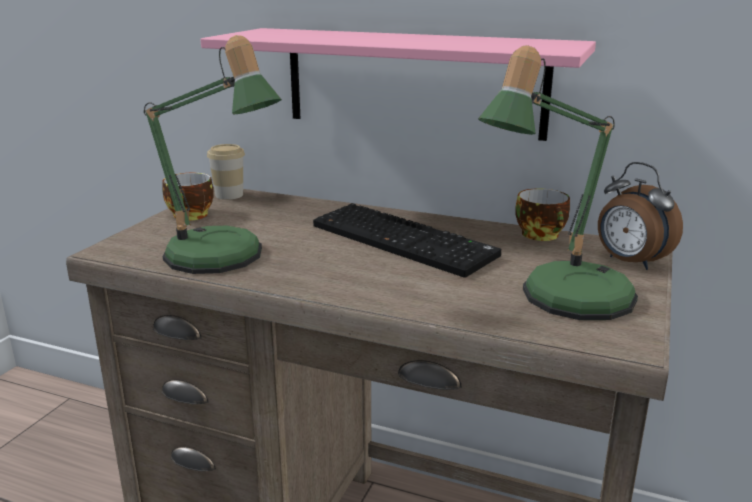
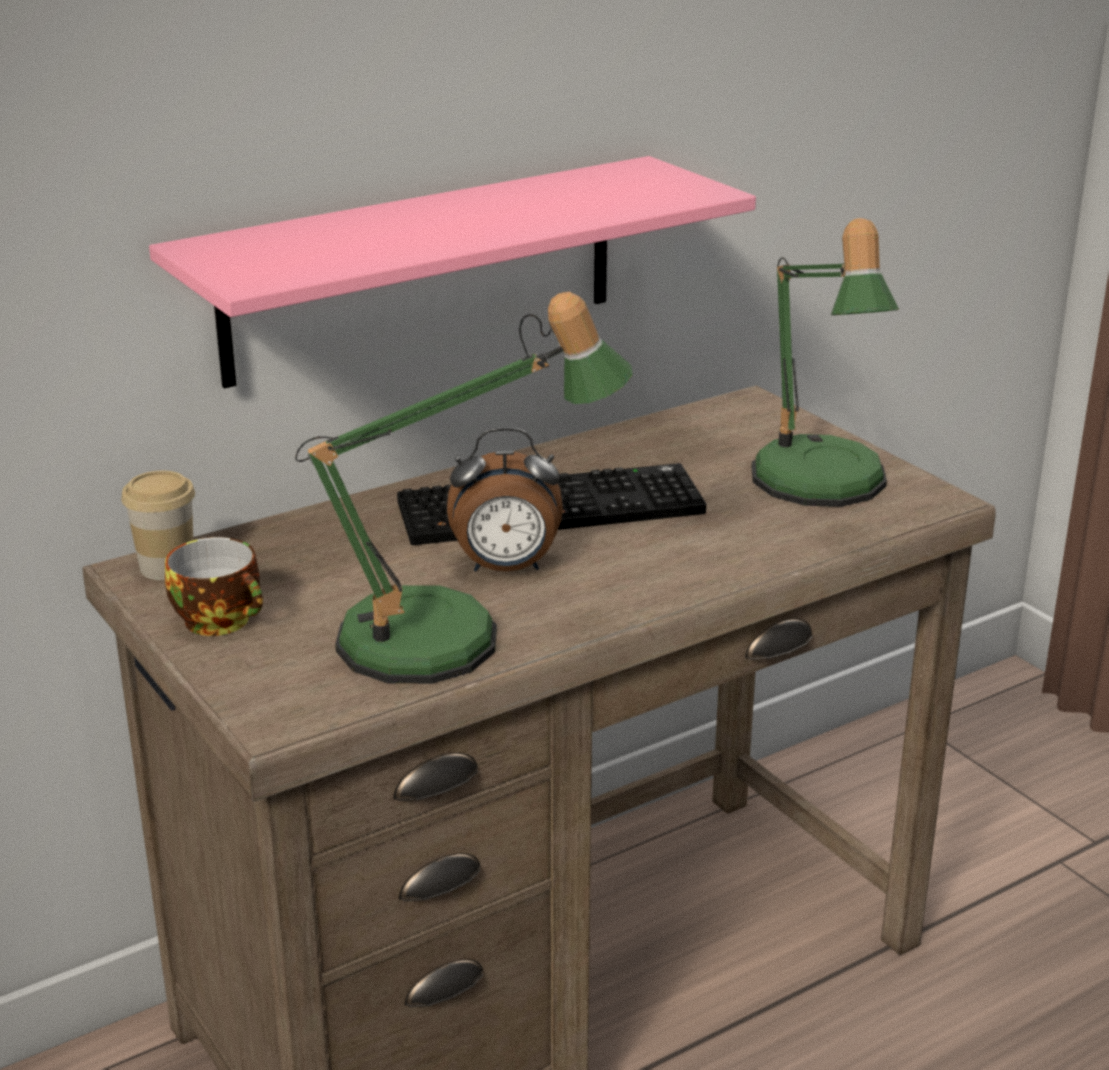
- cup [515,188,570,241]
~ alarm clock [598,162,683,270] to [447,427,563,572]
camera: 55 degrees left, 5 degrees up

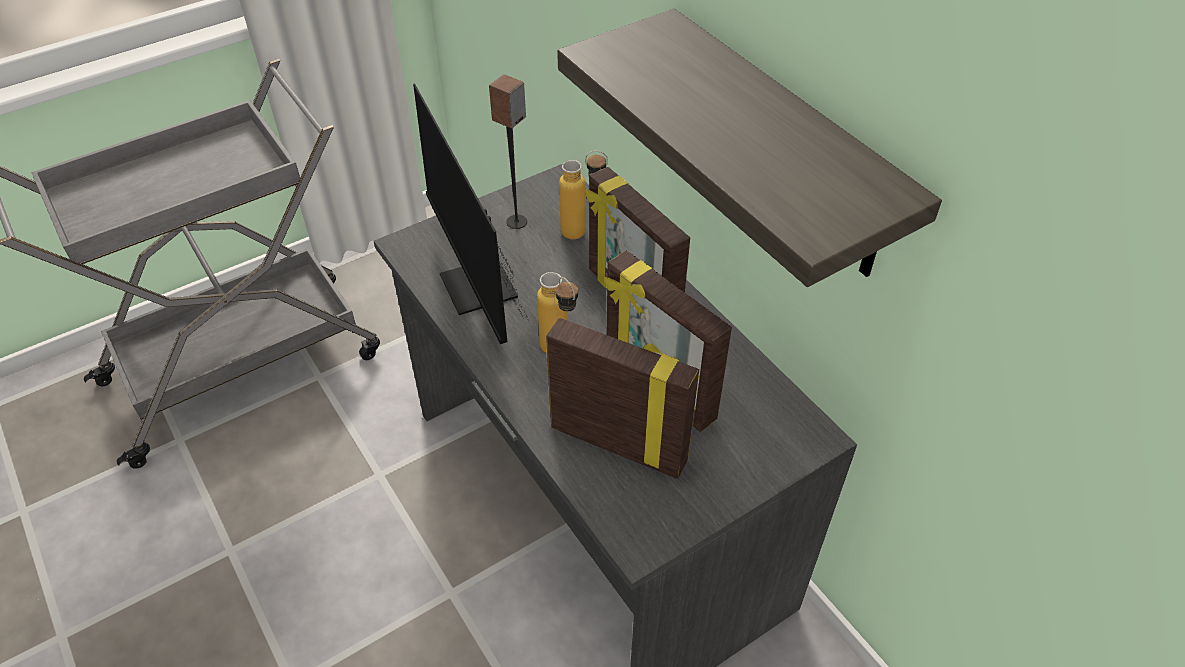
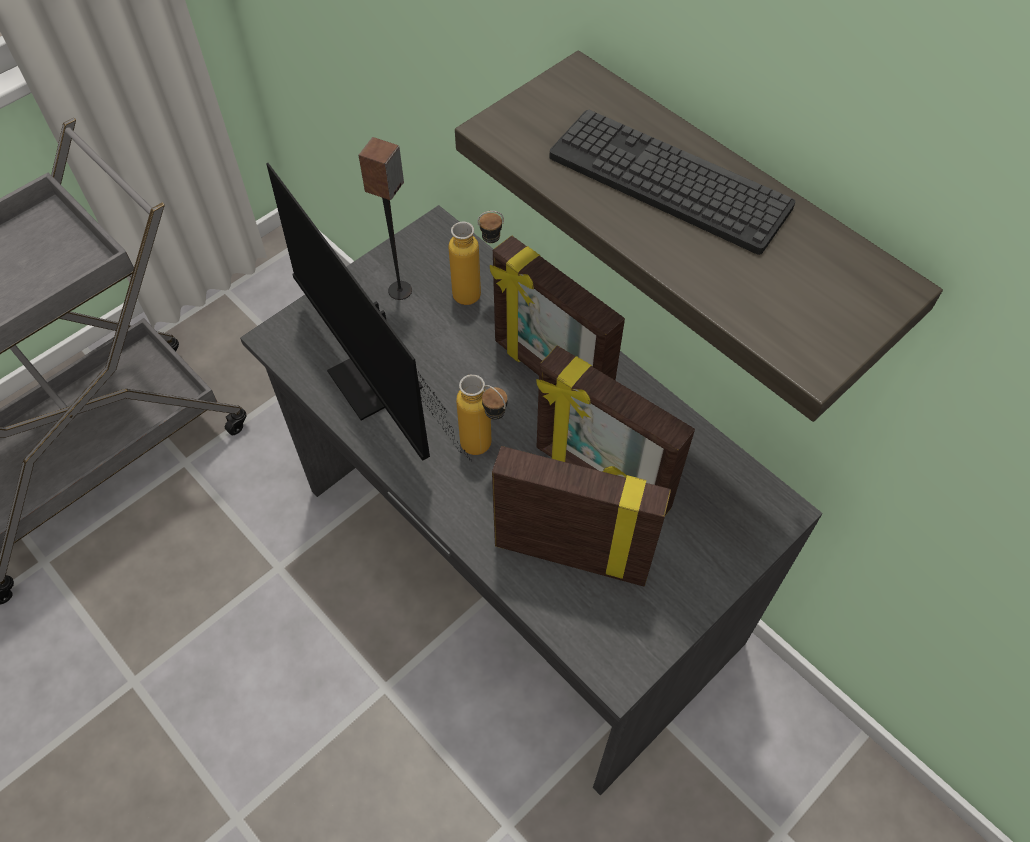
+ keyboard [549,109,795,255]
camera: 10 degrees left, 10 degrees up

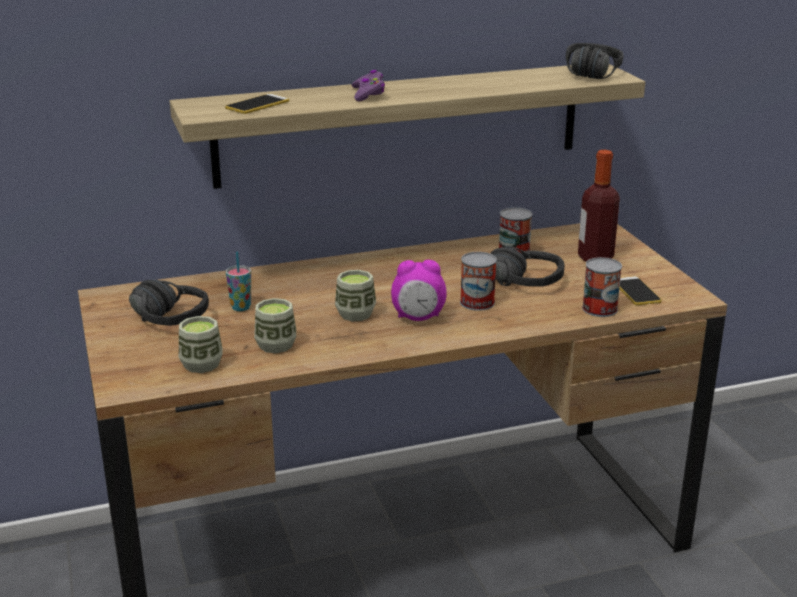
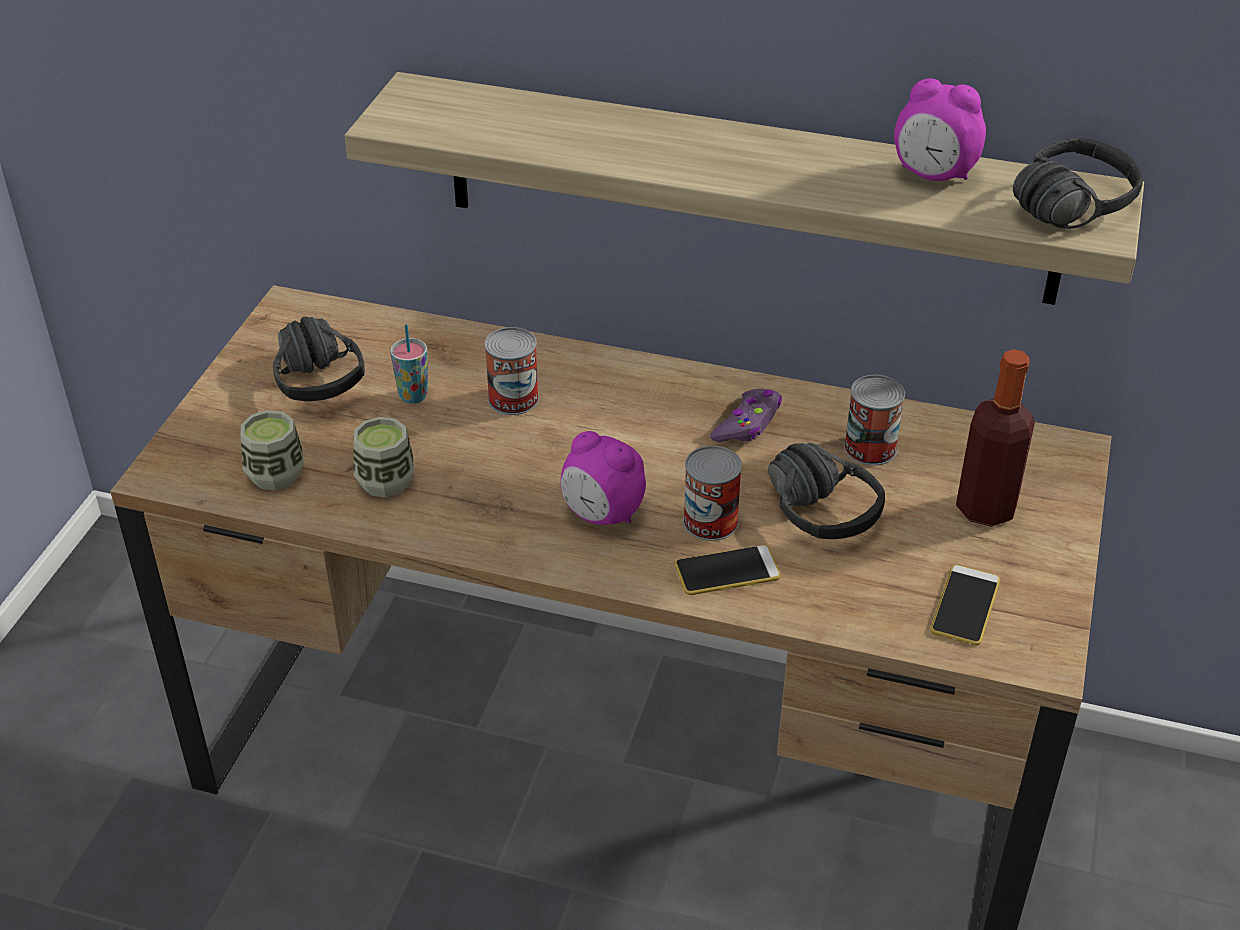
~ telephone [225,94,290,114] to [674,545,781,595]
- cup [335,270,376,321]
~ purple game controller [351,70,385,101] to [710,389,782,442]
~ metal can [582,257,622,317] to [484,327,539,415]
+ alarm clock [894,78,986,181]
camera: 35 degrees right, 15 degrees up

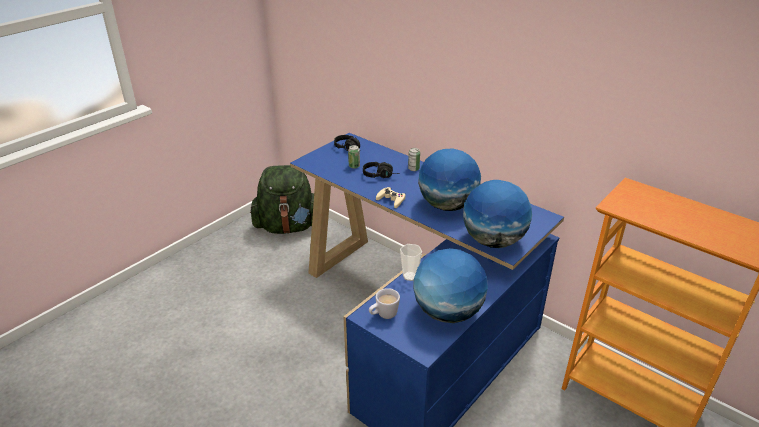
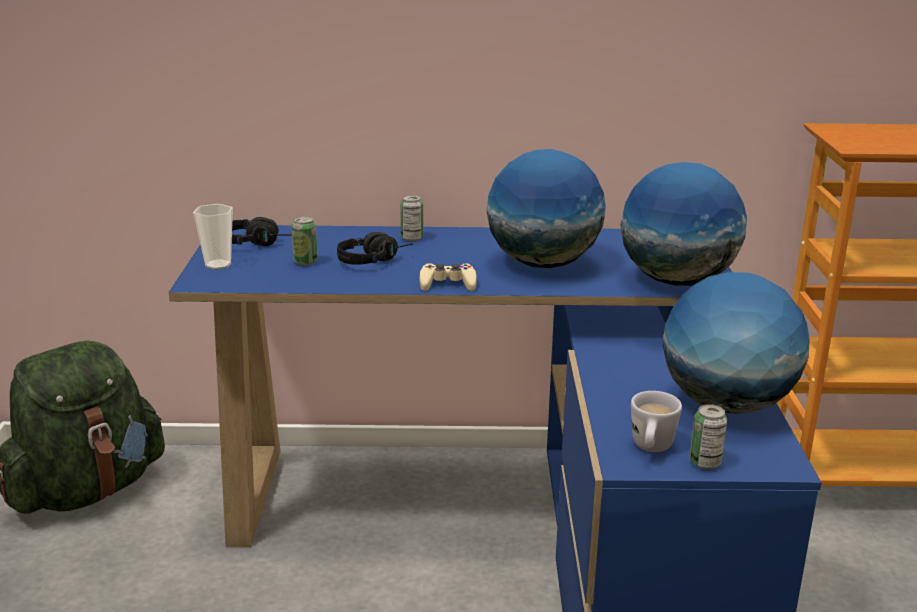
~ cup [400,244,422,281] to [193,204,233,270]
+ metal can [690,404,727,469]
camera: 40 degrees left, 10 degrees down

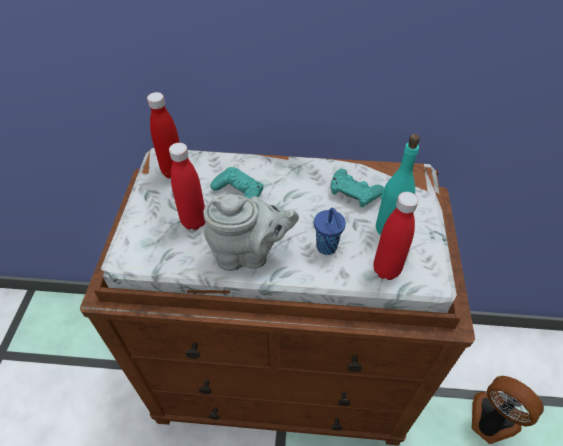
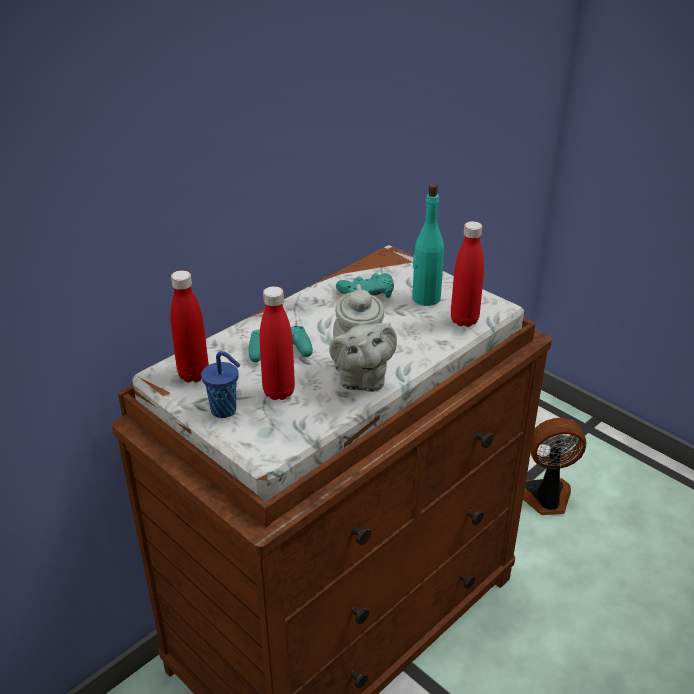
~ grey pot for tea [203,194,299,271] = [329,284,397,392] 135 degrees clockwise
~ bluish cup [314,208,346,255] to [201,351,240,418]
camera: 50 degrees left, 15 degrees down

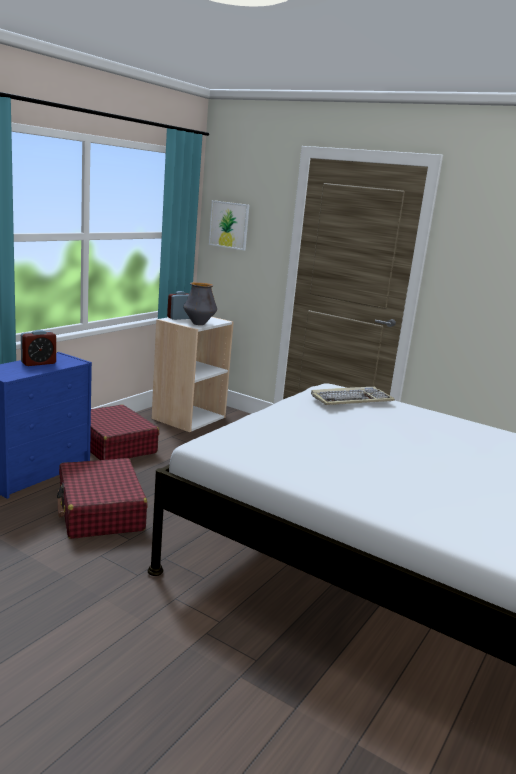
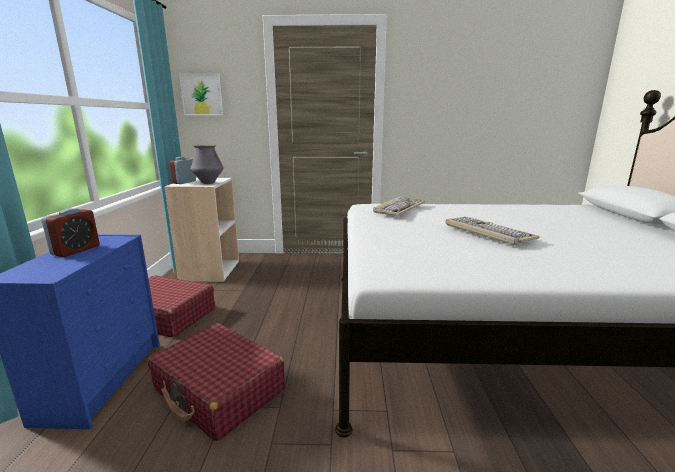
+ keyboard [445,217,539,245]
camera: 30 degrees left, 0 degrees up

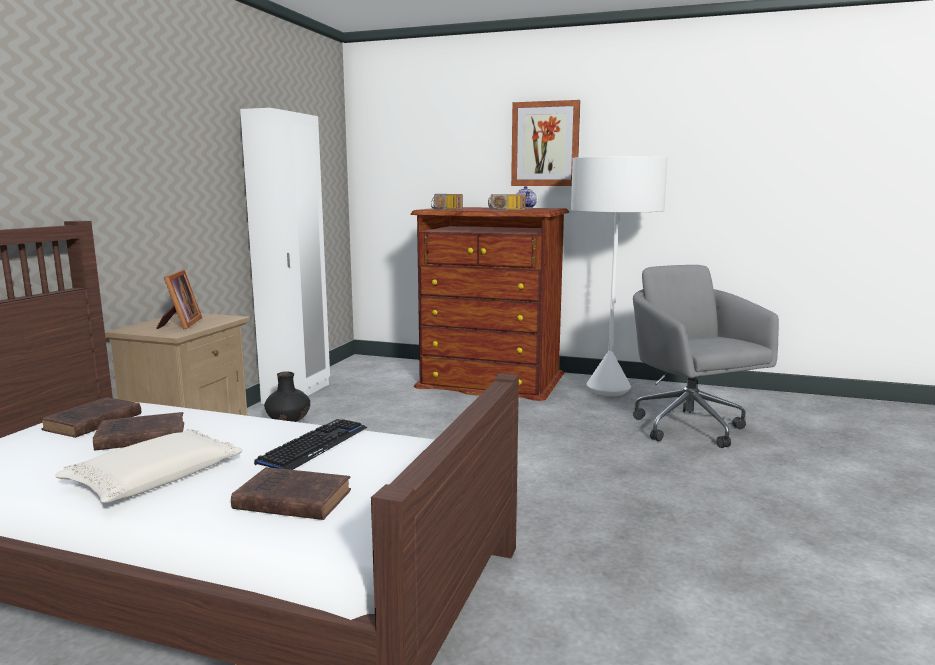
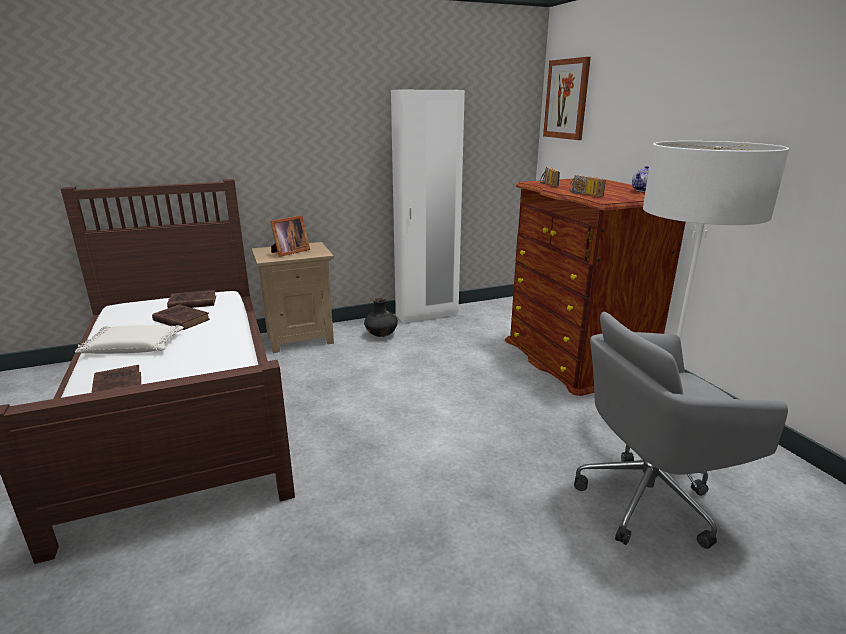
- keyboard [254,419,368,470]
~ picture [511,100,580,186] to [543,57,591,140]
~ grey office chair [633,265,779,448] = [574,312,788,549] 135 degrees counterclockwise
camera: 50 degrees right, 10 degrees up

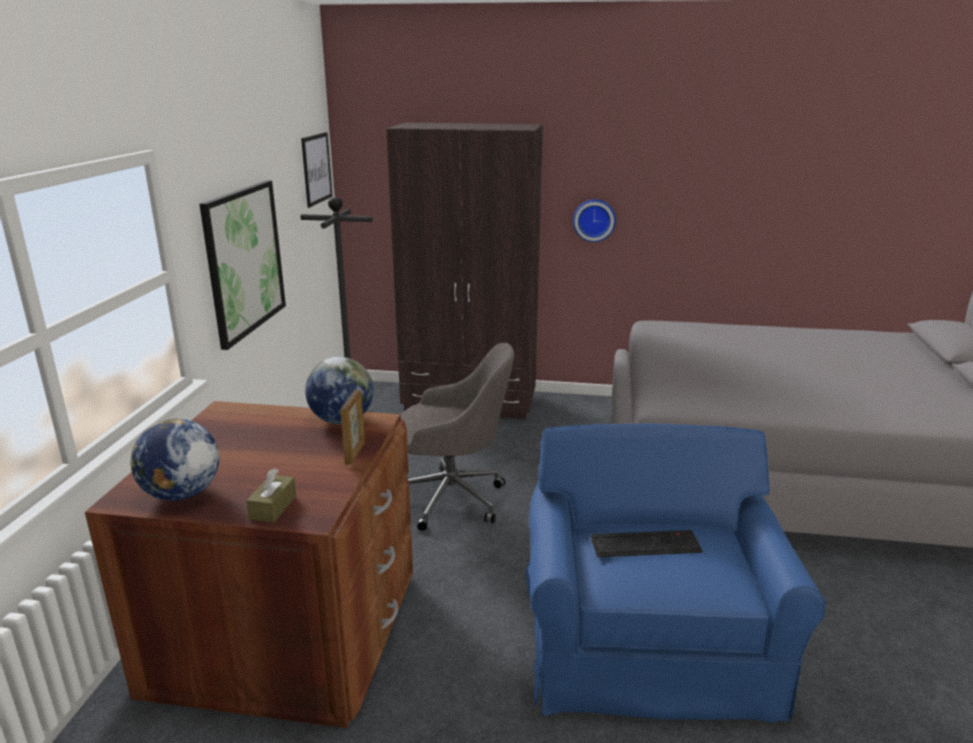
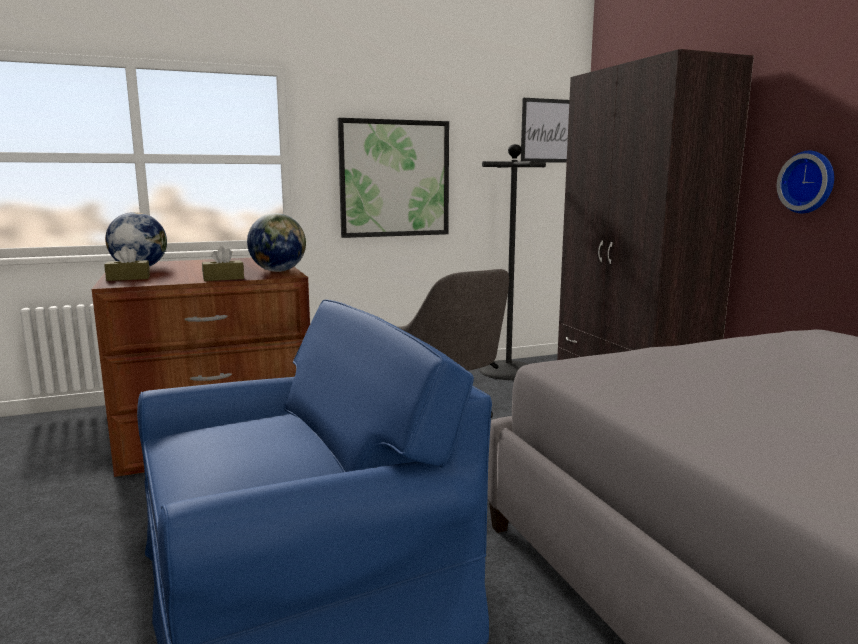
~ picture frame [341,390,365,465] to brownish tissue box [202,246,244,281]
- keyboard [590,530,703,557]
camera: 60 degrees right, 10 degrees down

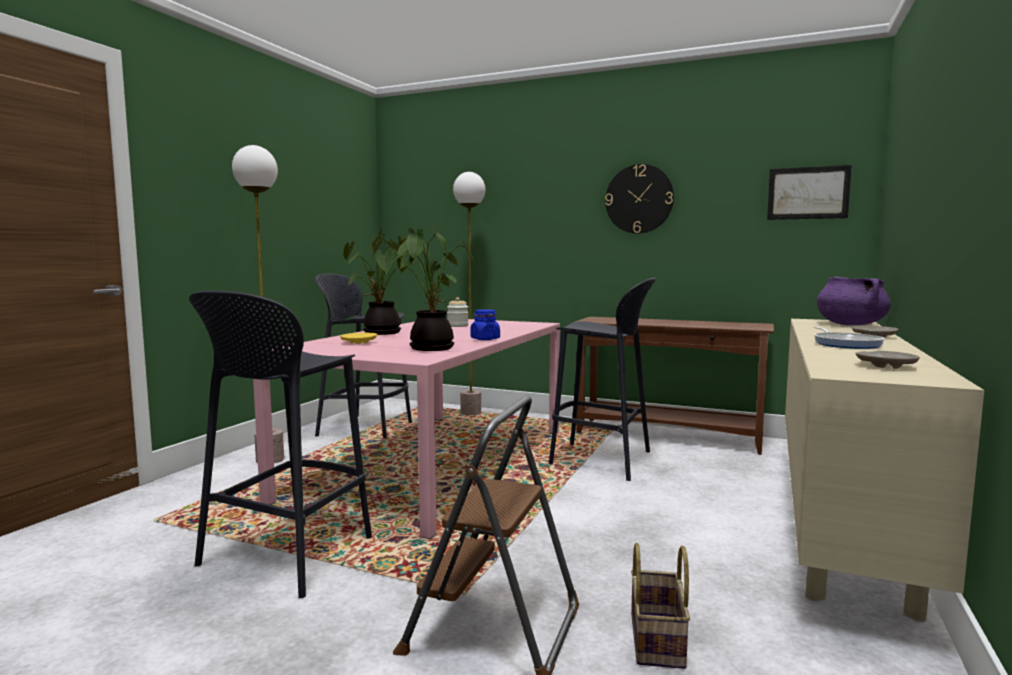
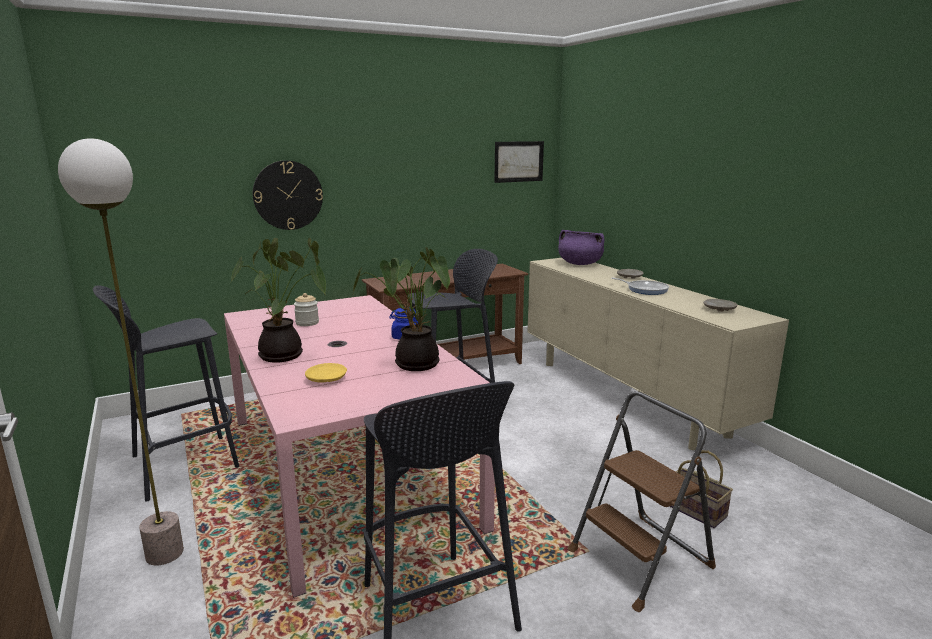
- floor lamp [453,172,485,415]
~ hanging clock [605,164,674,234] to [253,160,323,230]
camera: 50 degrees left, 10 degrees up

